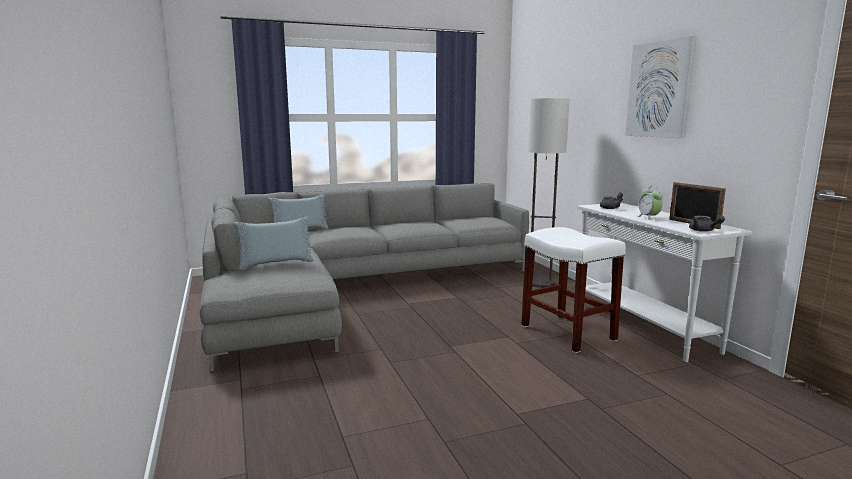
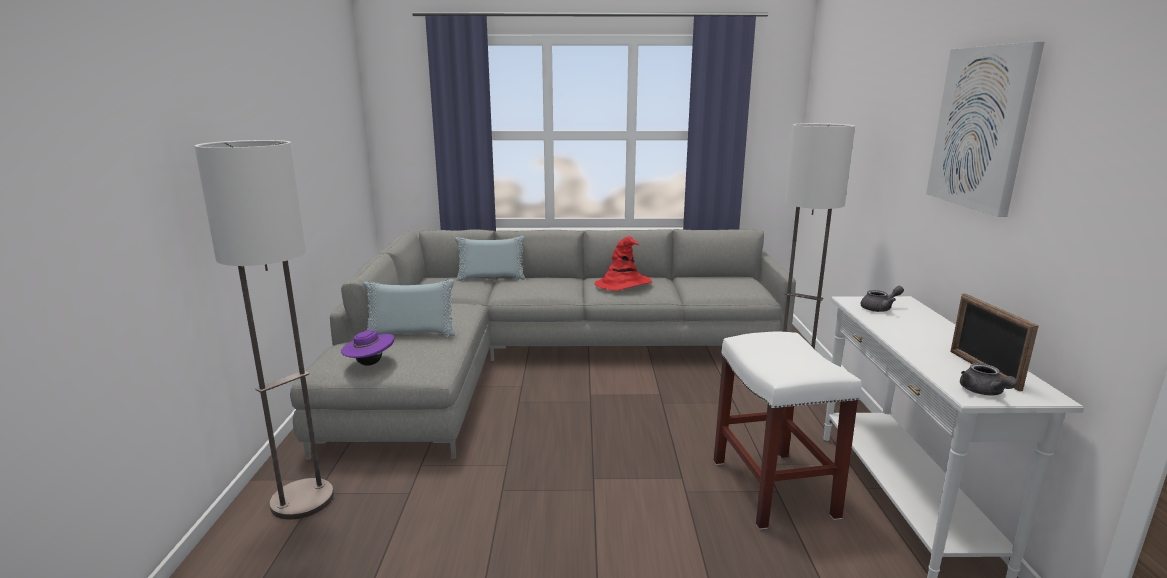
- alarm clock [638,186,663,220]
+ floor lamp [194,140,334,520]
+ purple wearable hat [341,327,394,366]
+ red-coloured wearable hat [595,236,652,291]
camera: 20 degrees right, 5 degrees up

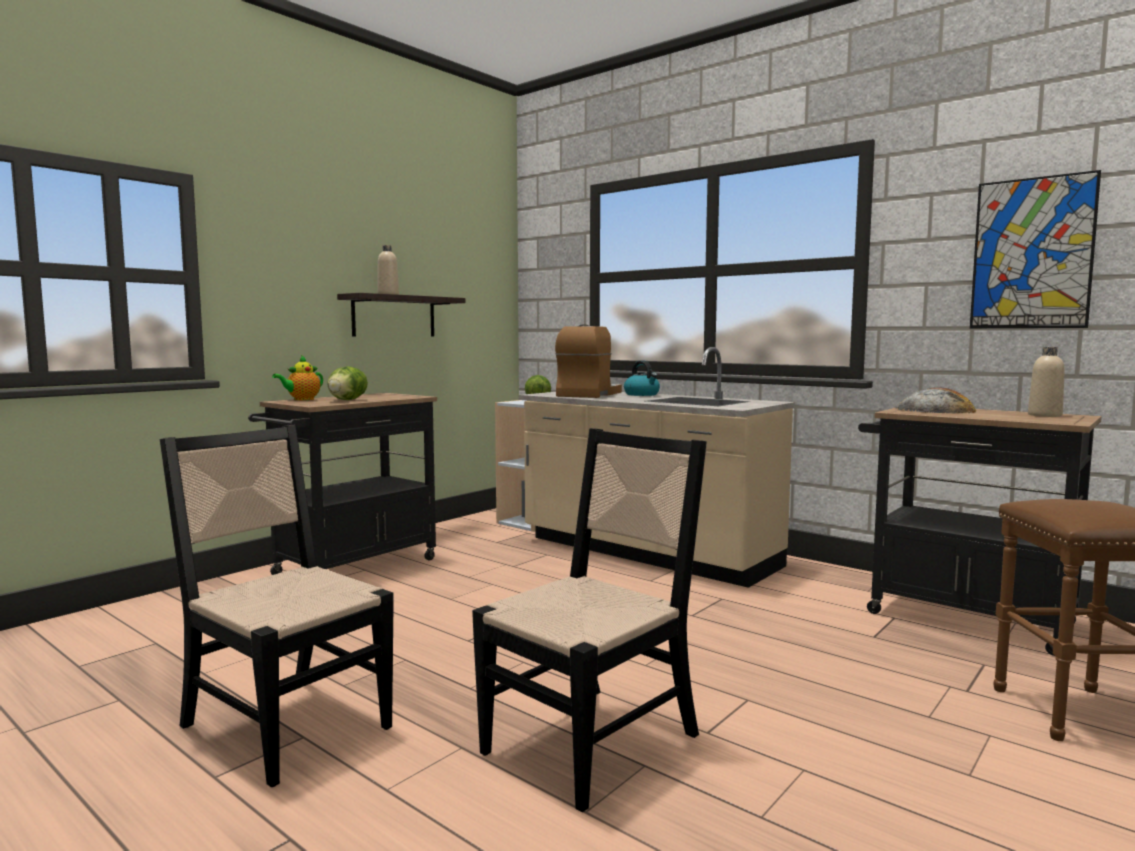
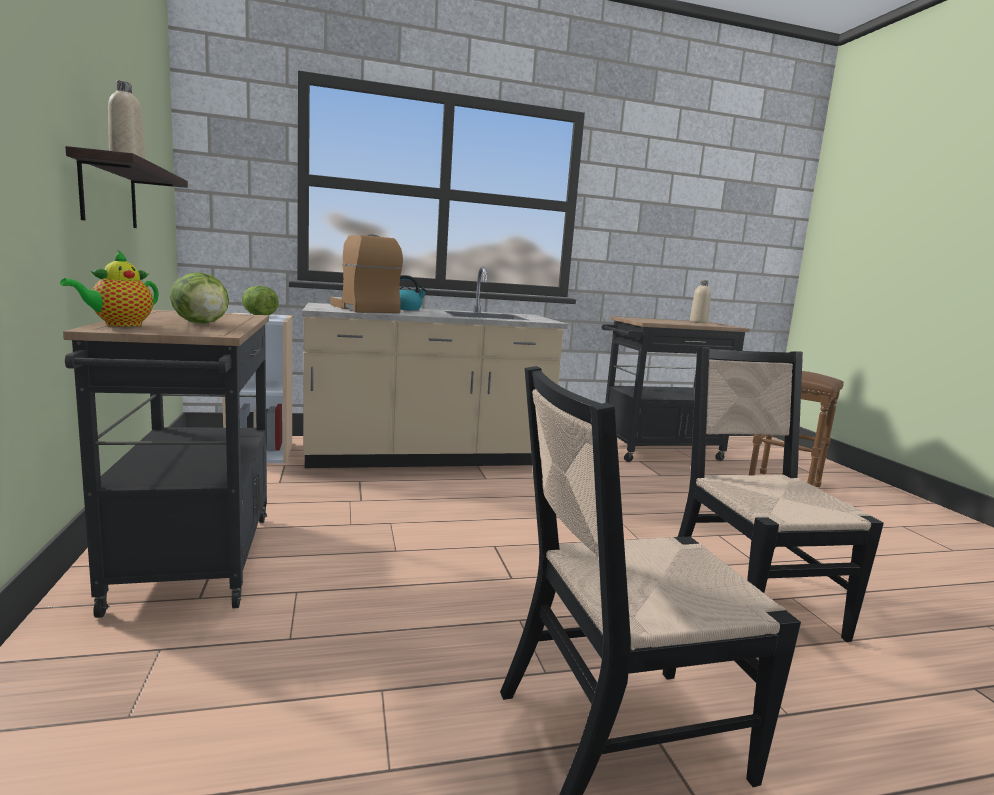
~ pot for tea [272,355,323,400] = [60,249,159,327] 45 degrees clockwise
- bread [896,387,976,413]
- picture [970,170,1101,328]
camera: 55 degrees left, 5 degrees up

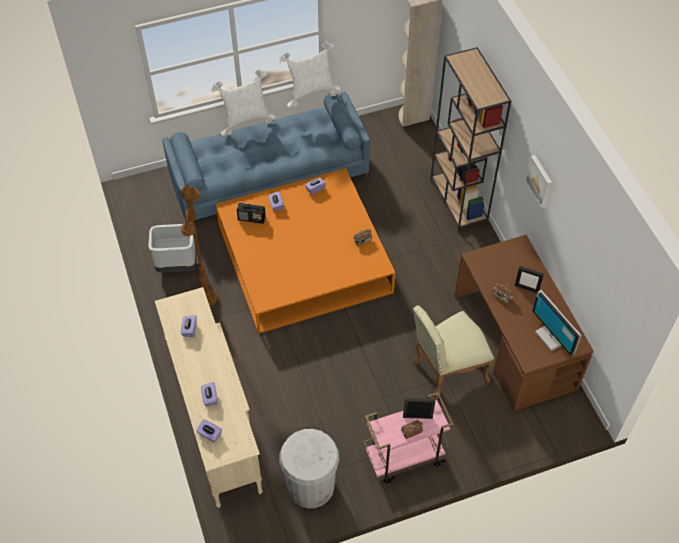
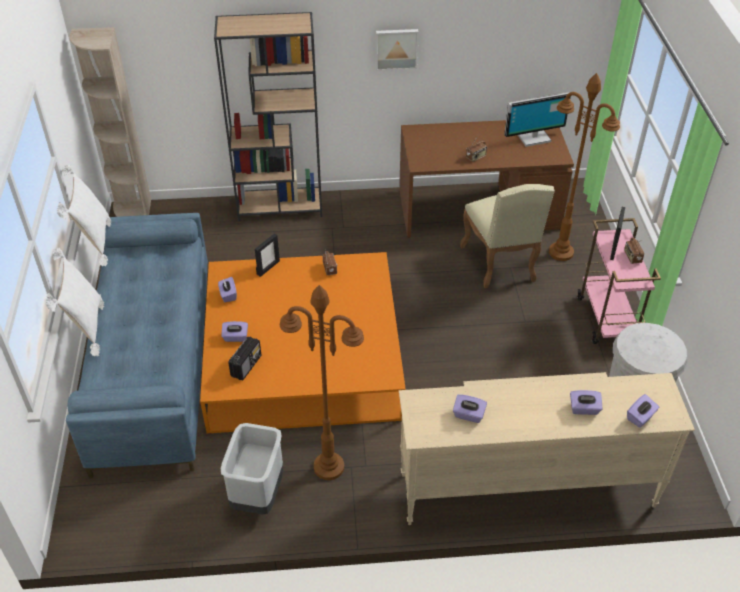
~ picture frame [515,266,544,293] to [255,233,280,277]
+ brownish floor lamp [549,73,620,261]
camera: 75 degrees left, 10 degrees down

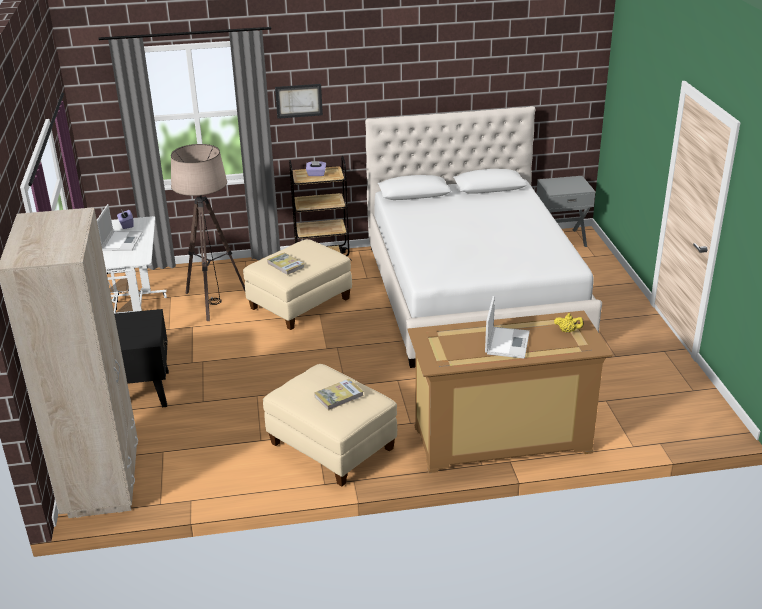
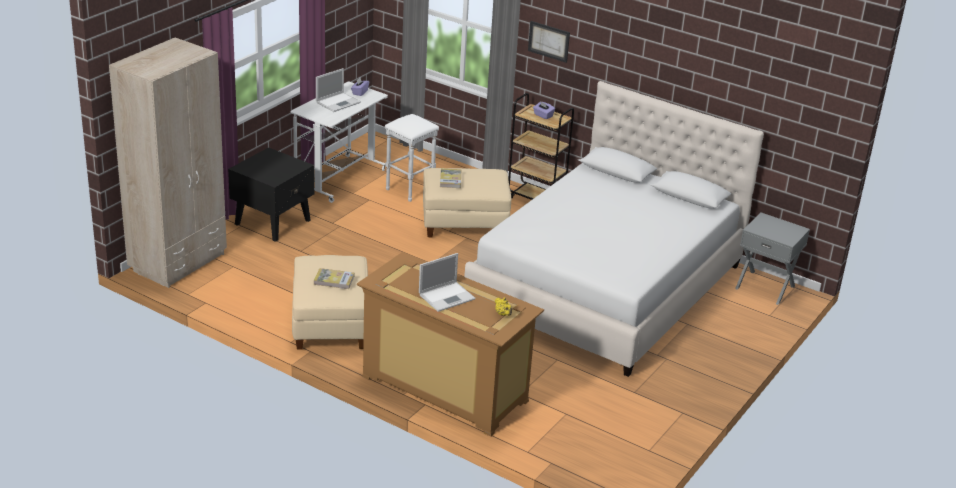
~ floor lamp [171,144,245,321] to whitish stool seat [385,114,439,202]
camera: 40 degrees right, 0 degrees up

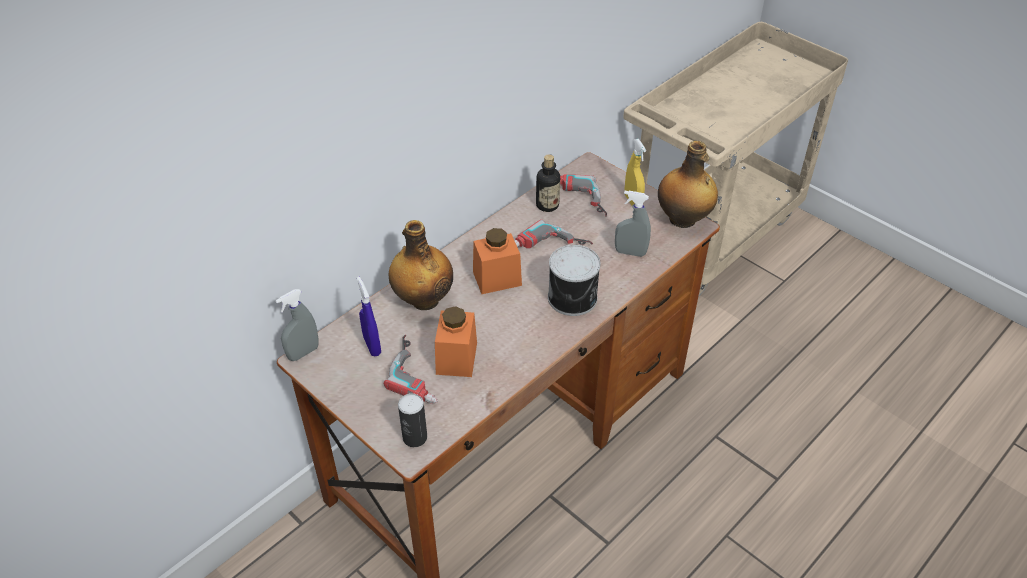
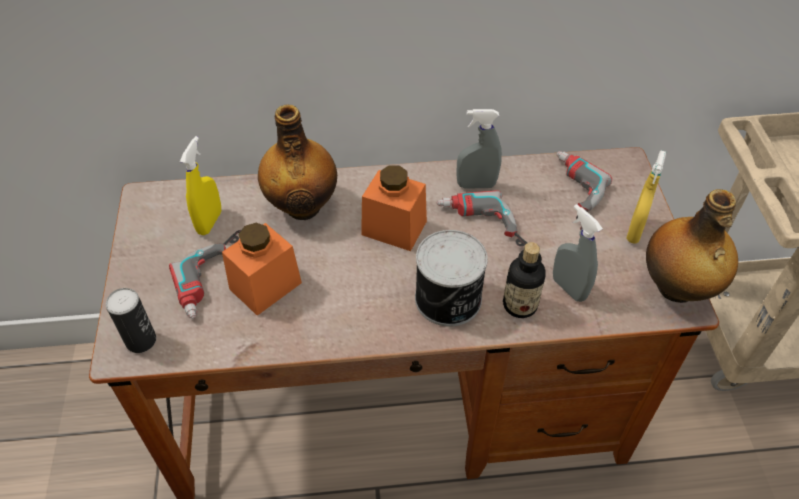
~ grey sprayer [275,289,319,361] to [457,109,502,189]
~ bluish sprayer [357,277,381,357] to yellow sprayer [180,136,221,235]
~ drink bottle [536,154,560,212] to [503,242,546,318]
camera: 40 degrees right, 5 degrees up

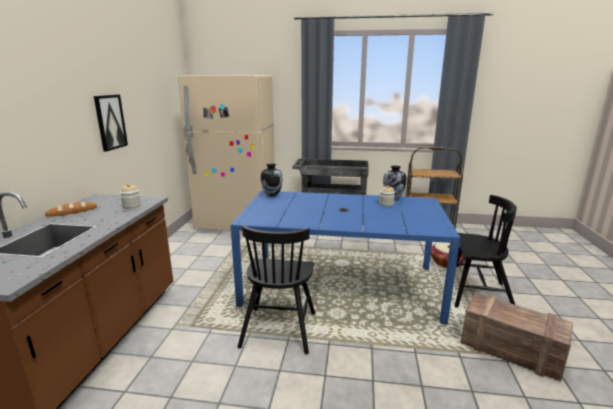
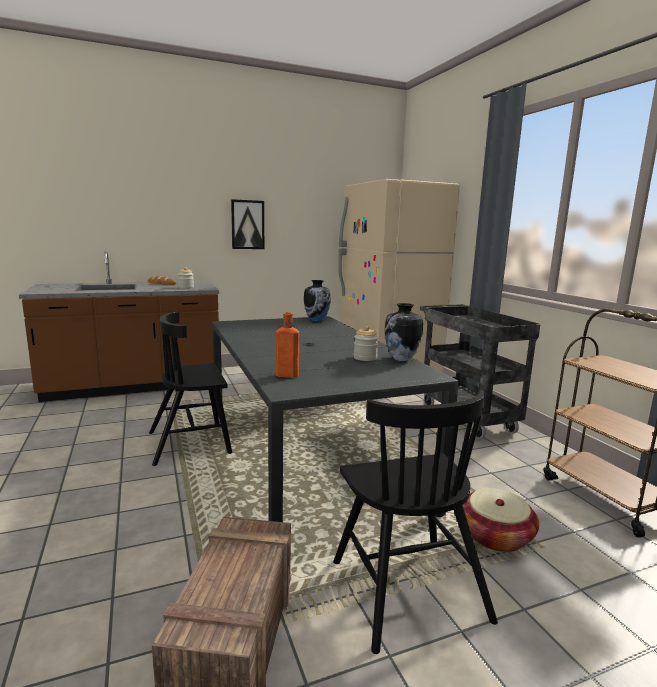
~ bluish dining table [230,191,460,324] to grey dining table [212,316,459,522]
+ orange drink bottle [276,312,299,378]
camera: 60 degrees right, 5 degrees down

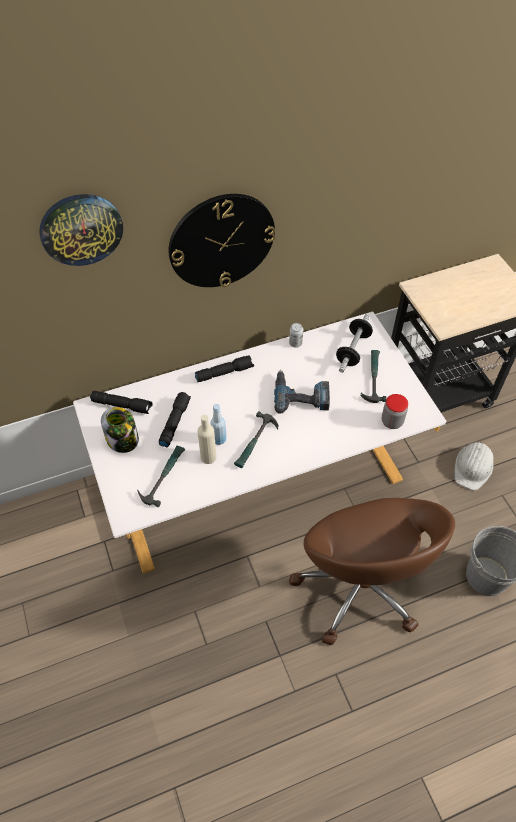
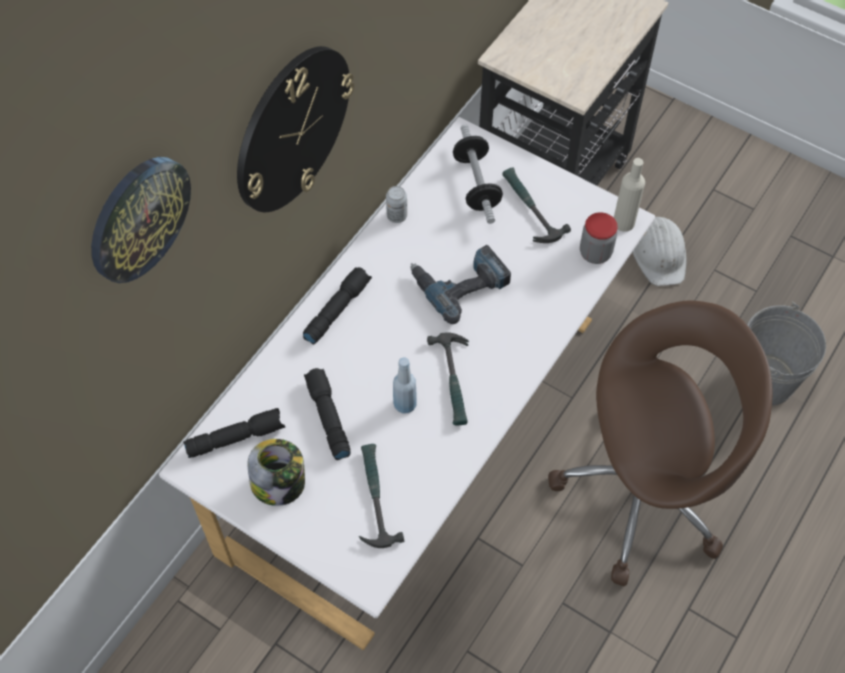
~ sand-coloured drink bottle [198,415,217,464] to [614,158,645,232]
~ brownish office chair [289,498,455,645] = [548,301,773,586] 45 degrees counterclockwise
camera: 35 degrees left, 5 degrees up

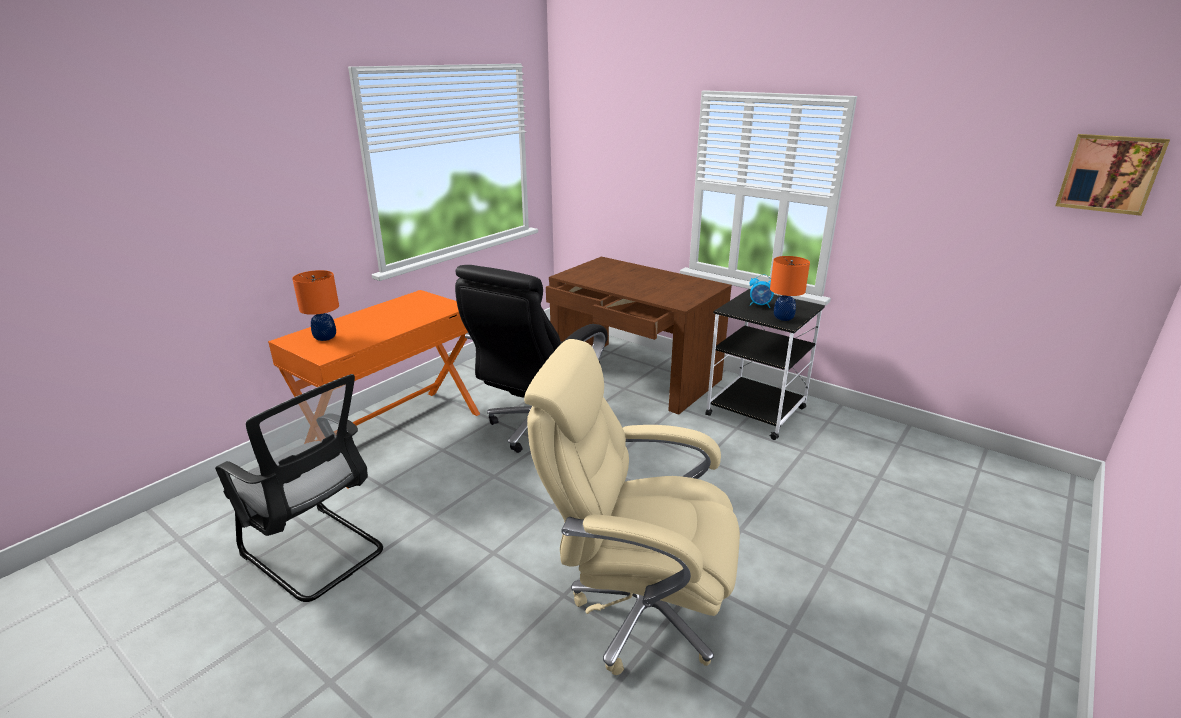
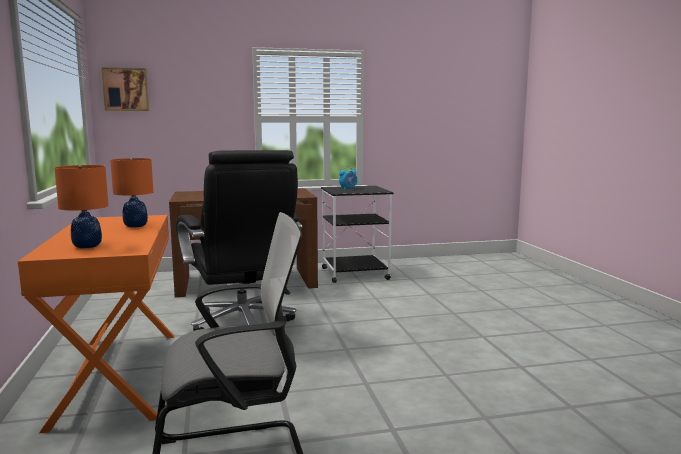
- sand-coloured office chair [524,339,740,675]
~ orange lamp for a table [770,256,810,321] to [110,158,153,228]
~ picture [1055,134,1170,216] to [101,67,149,111]
camera: 50 degrees left, 15 degrees down

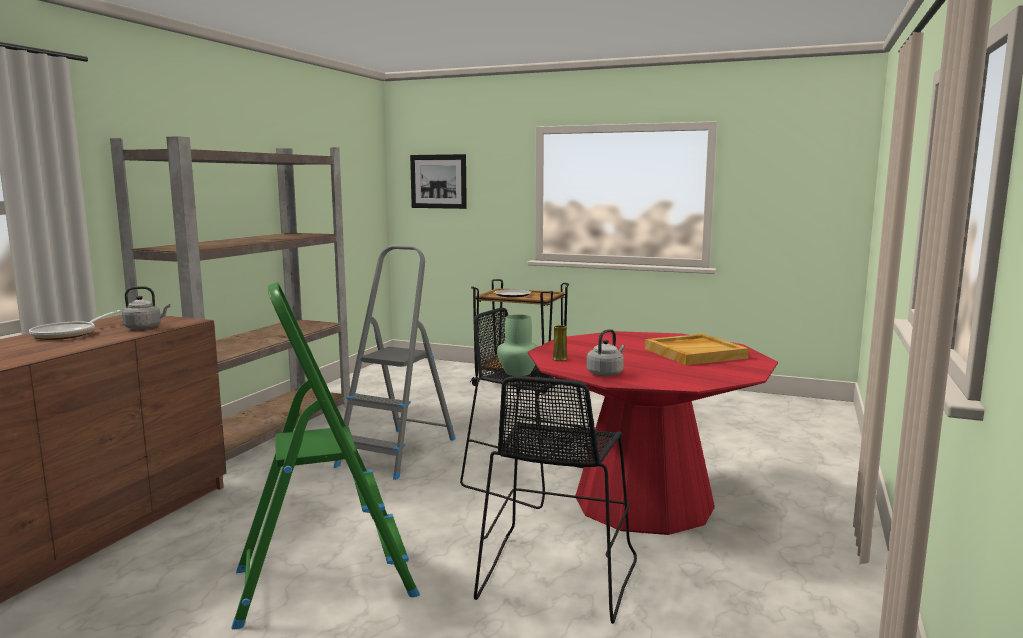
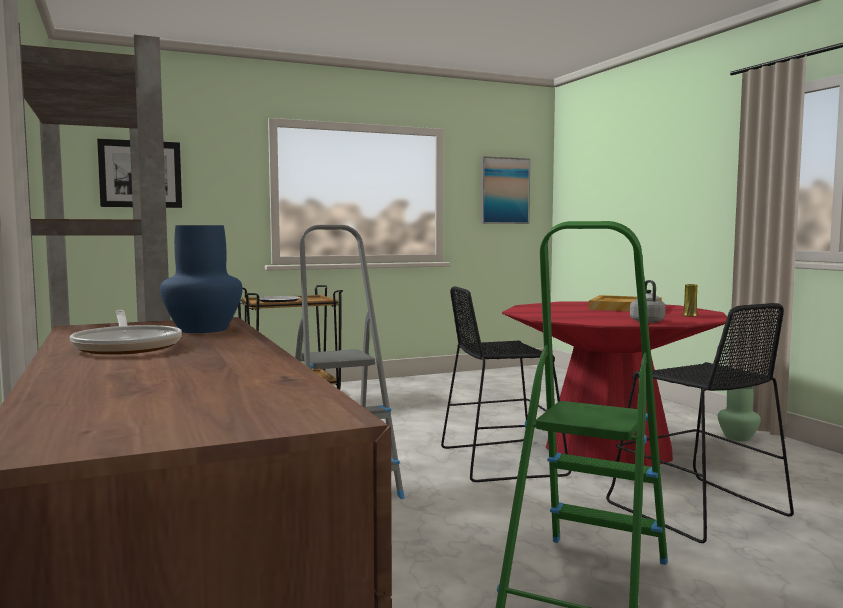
~ grey kettle [122,286,170,330] to bluish flower vase [160,225,243,333]
~ green flower vase [497,315,539,376] to [718,387,761,441]
~ yellow flower vase [553,325,567,361] to [683,284,697,316]
+ picture [481,156,530,224]
camera: 45 degrees left, 5 degrees down

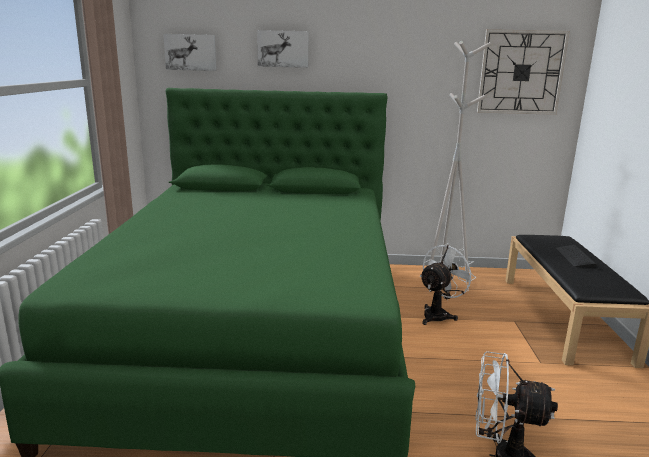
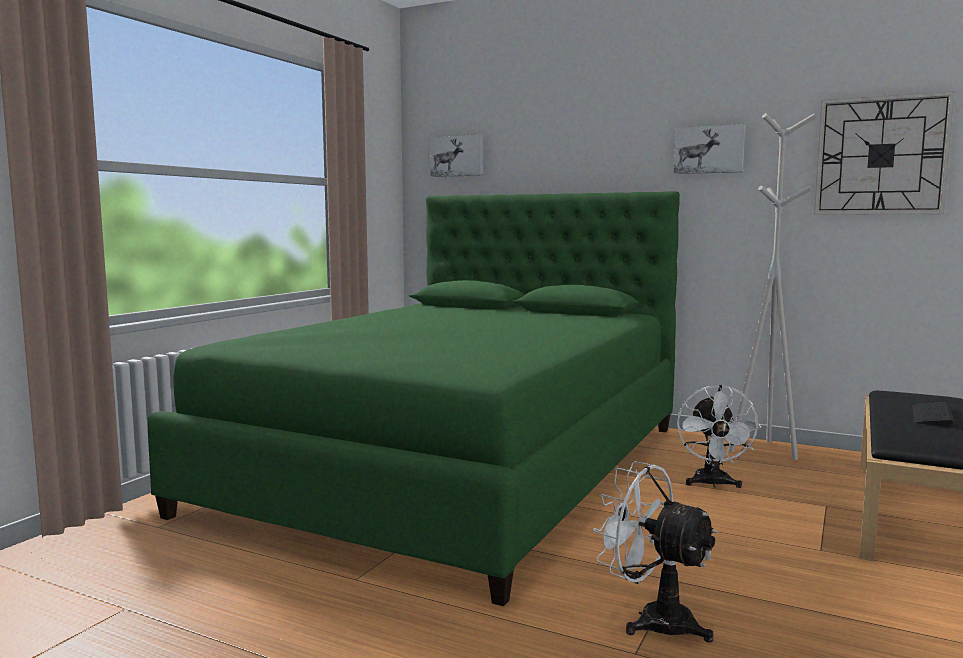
~ picture [257,30,309,68] to [673,124,745,174]
~ whitish electric fan [420,243,475,325] = [677,385,761,488] 120 degrees clockwise
camera: 25 degrees right, 10 degrees down

